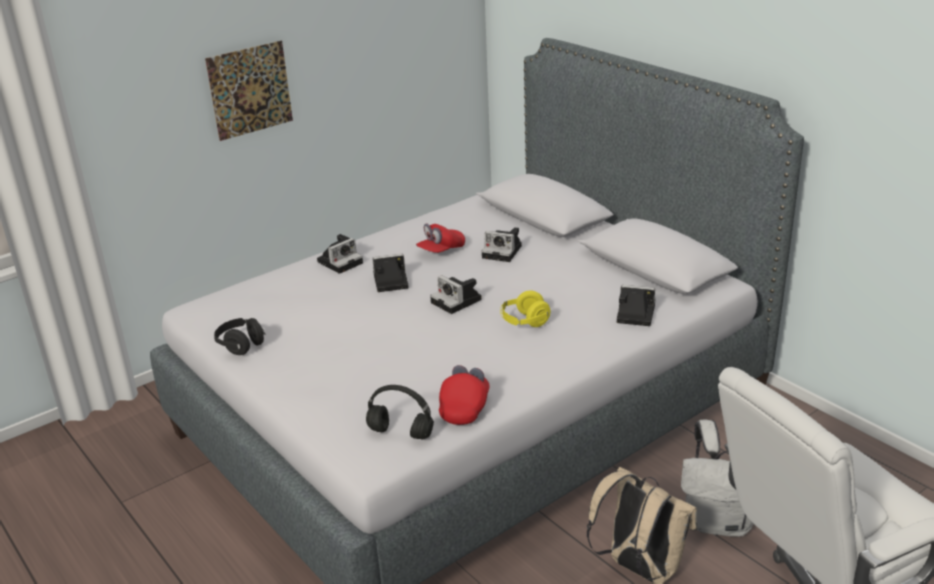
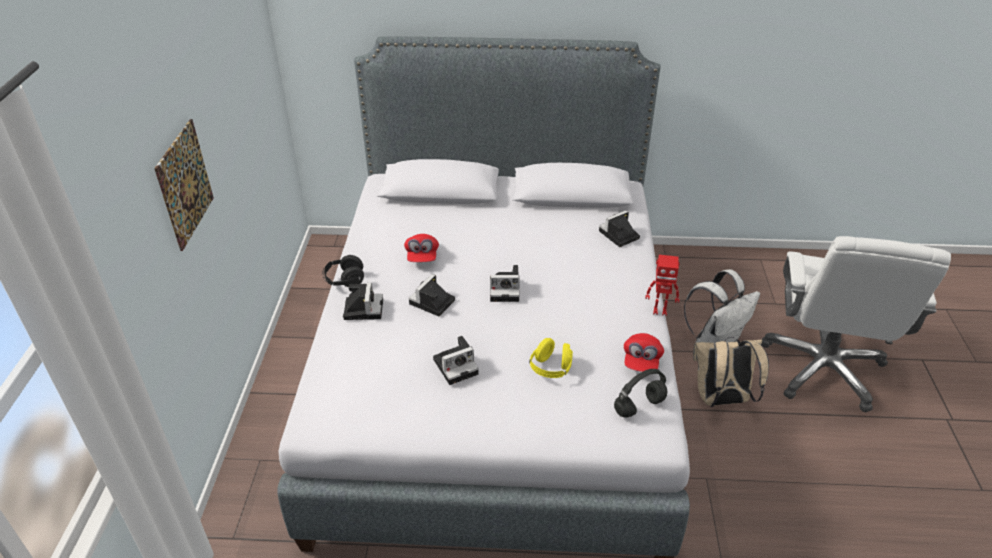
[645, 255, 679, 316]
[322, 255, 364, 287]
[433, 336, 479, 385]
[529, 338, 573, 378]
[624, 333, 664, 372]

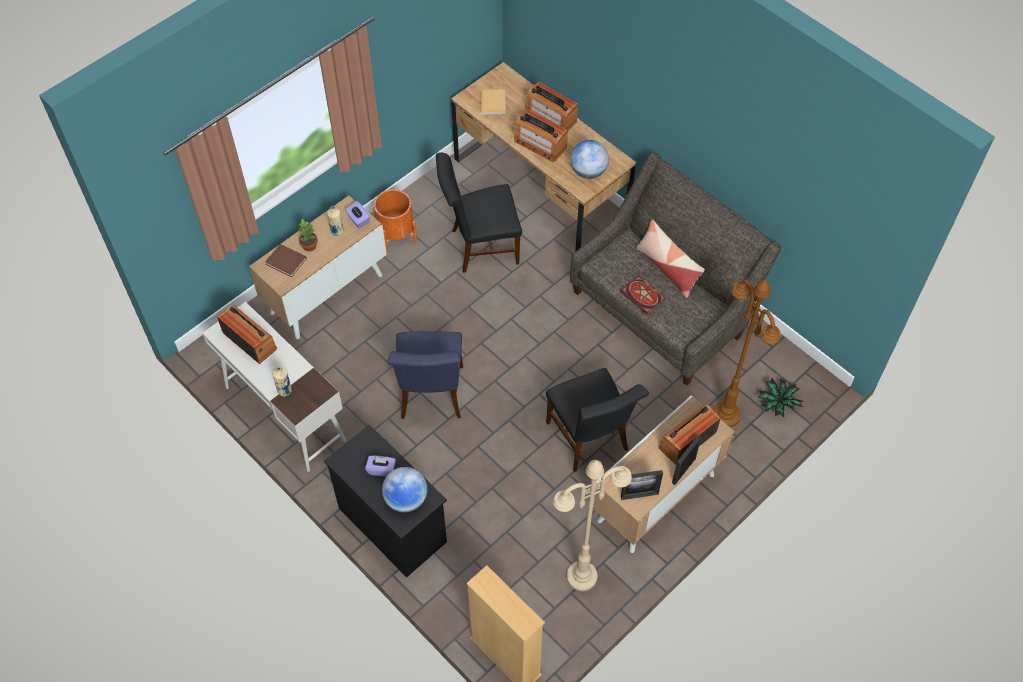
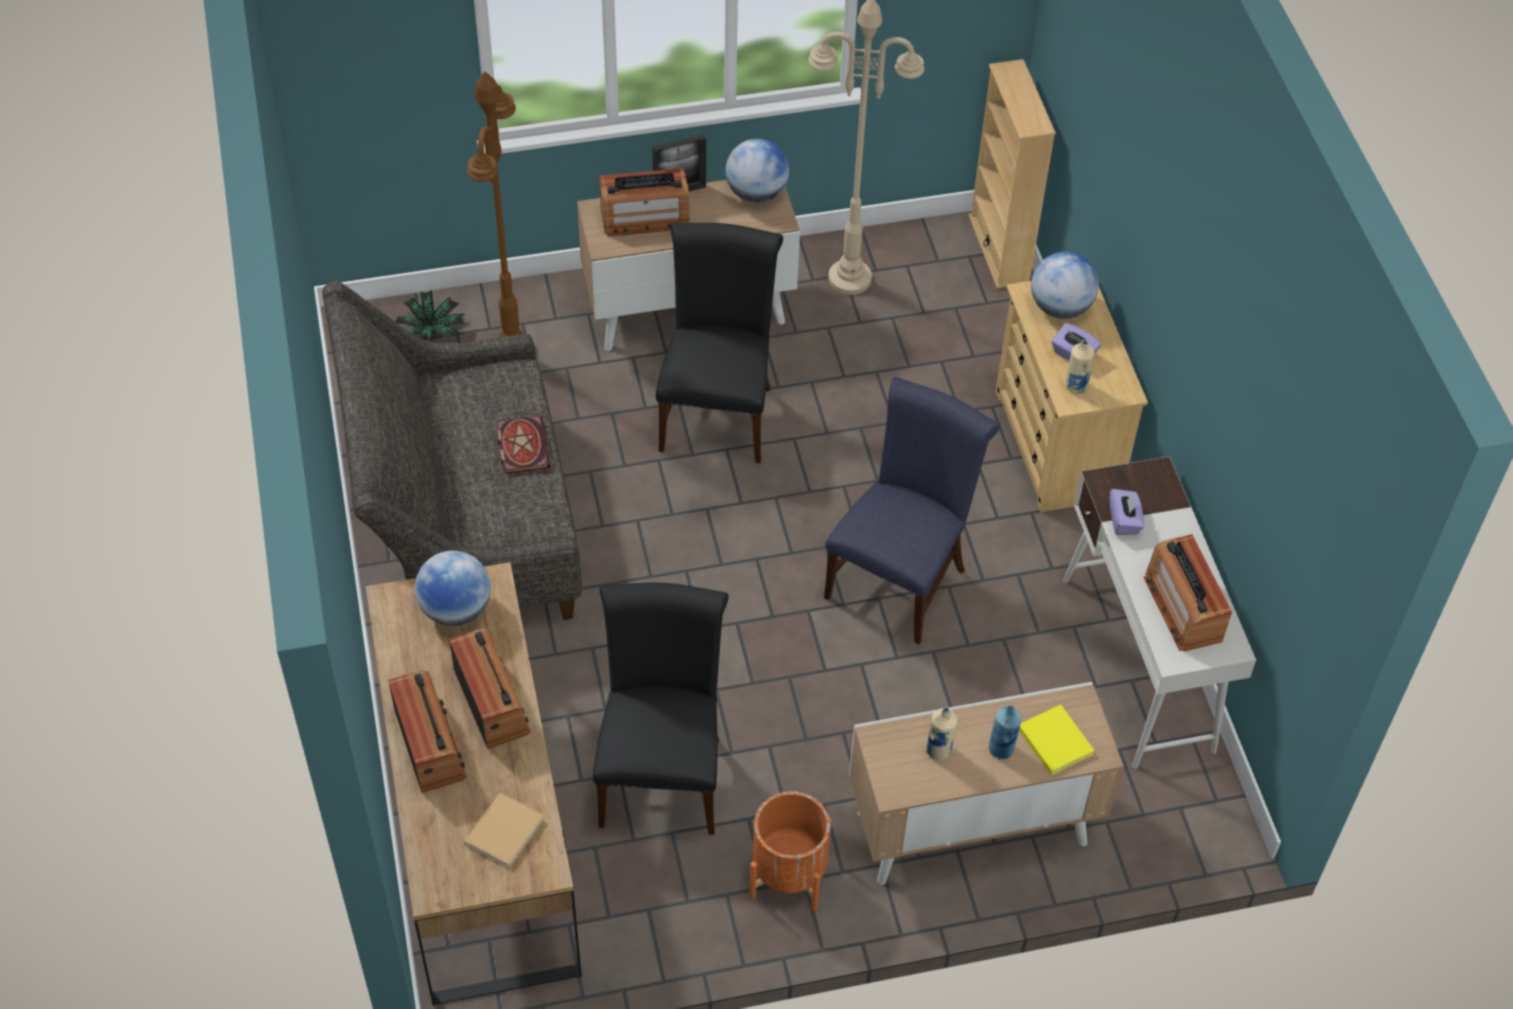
[637, 219, 705, 298] (first image)
[1066, 340, 1095, 394]
[1110, 489, 1144, 535]
[989, 706, 1022, 760]
[725, 138, 789, 203]
[1019, 705, 1095, 775]
[995, 281, 1148, 512]
[593, 582, 728, 835]

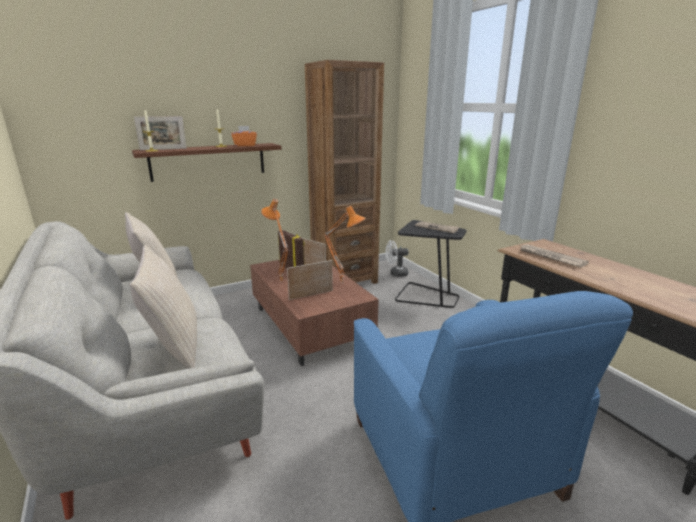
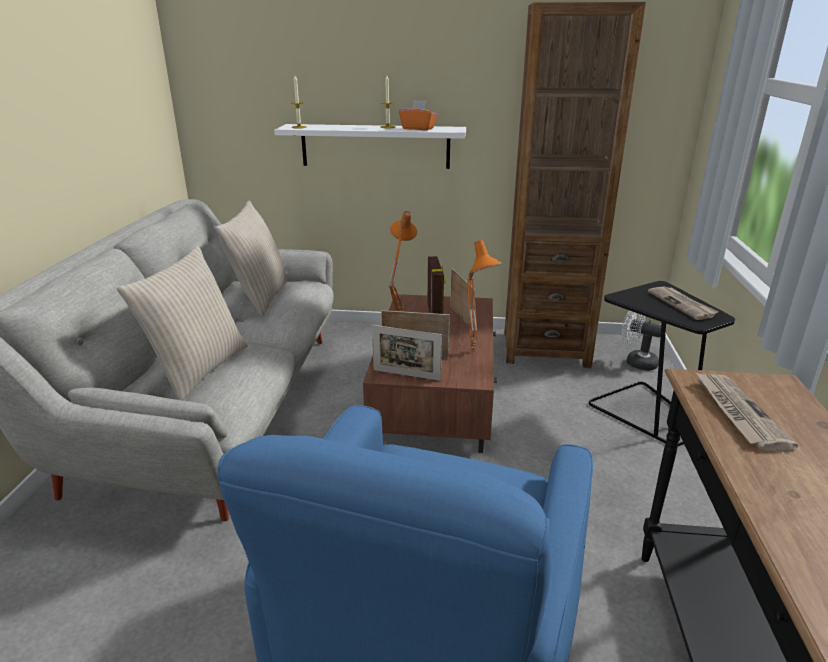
[372, 325, 442, 381]
[274, 124, 466, 169]

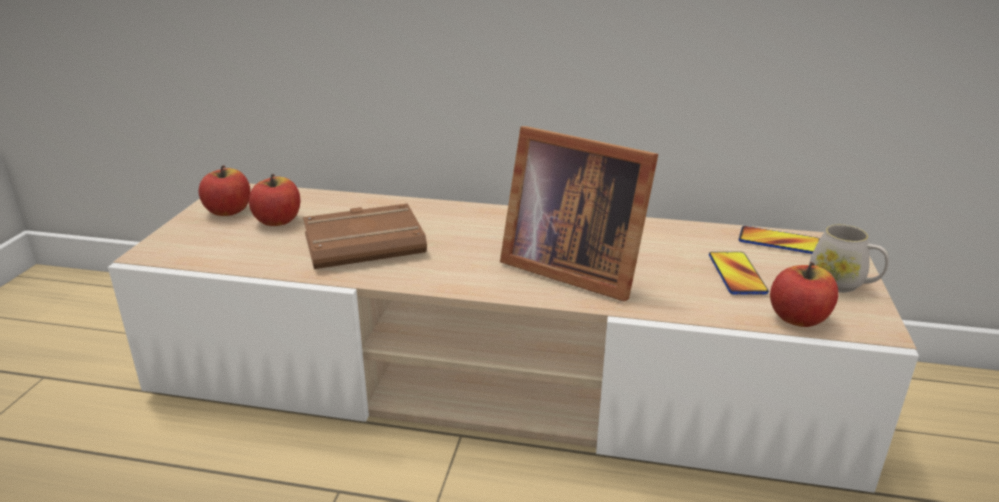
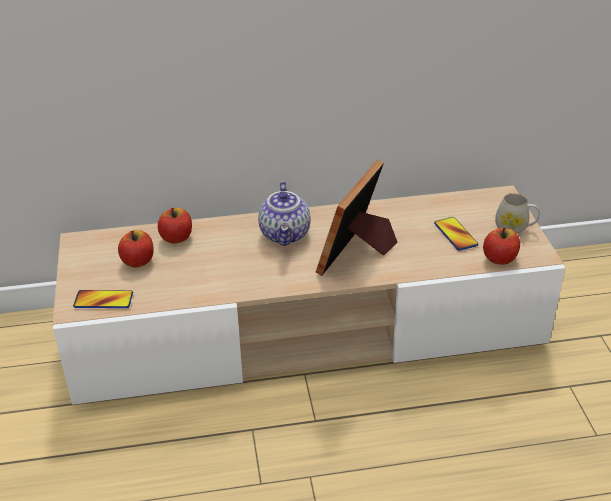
[303, 203, 427, 269] (first image)
[258, 181, 311, 246]
[158, 208, 192, 244]
[73, 290, 133, 308]
[316, 160, 398, 276]

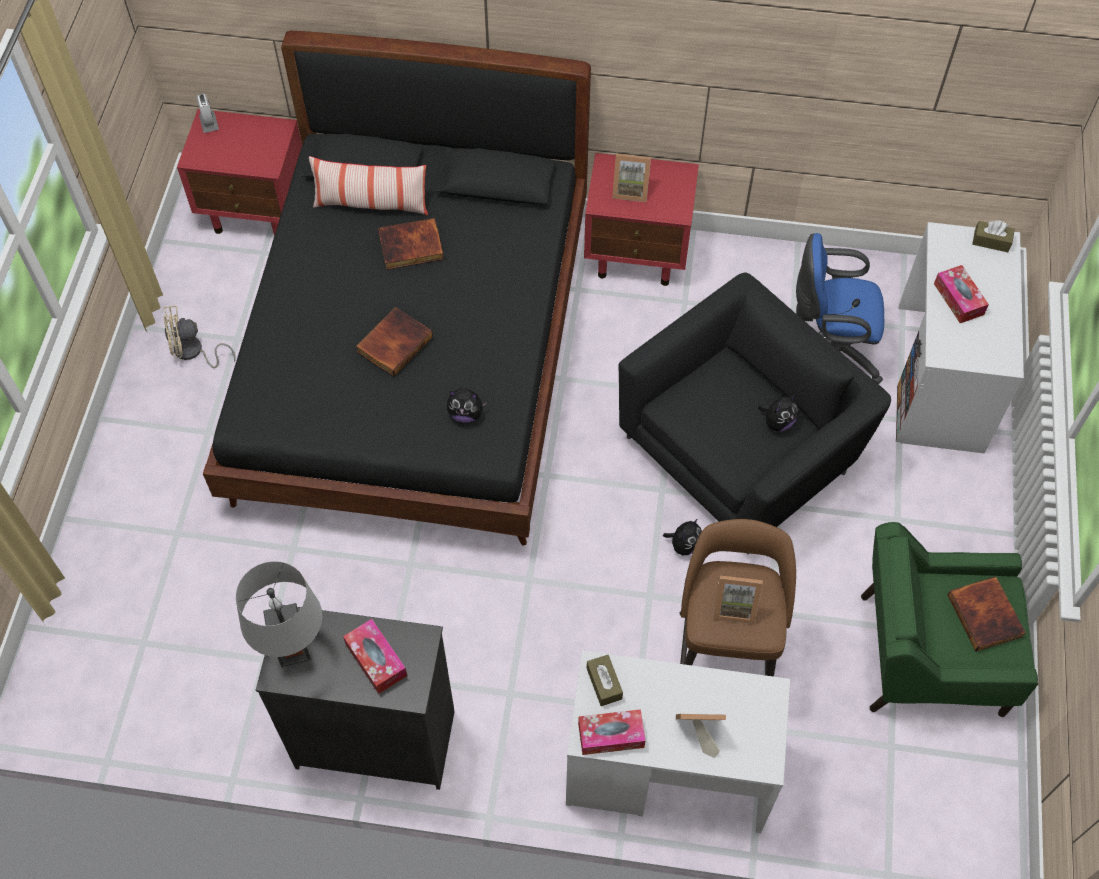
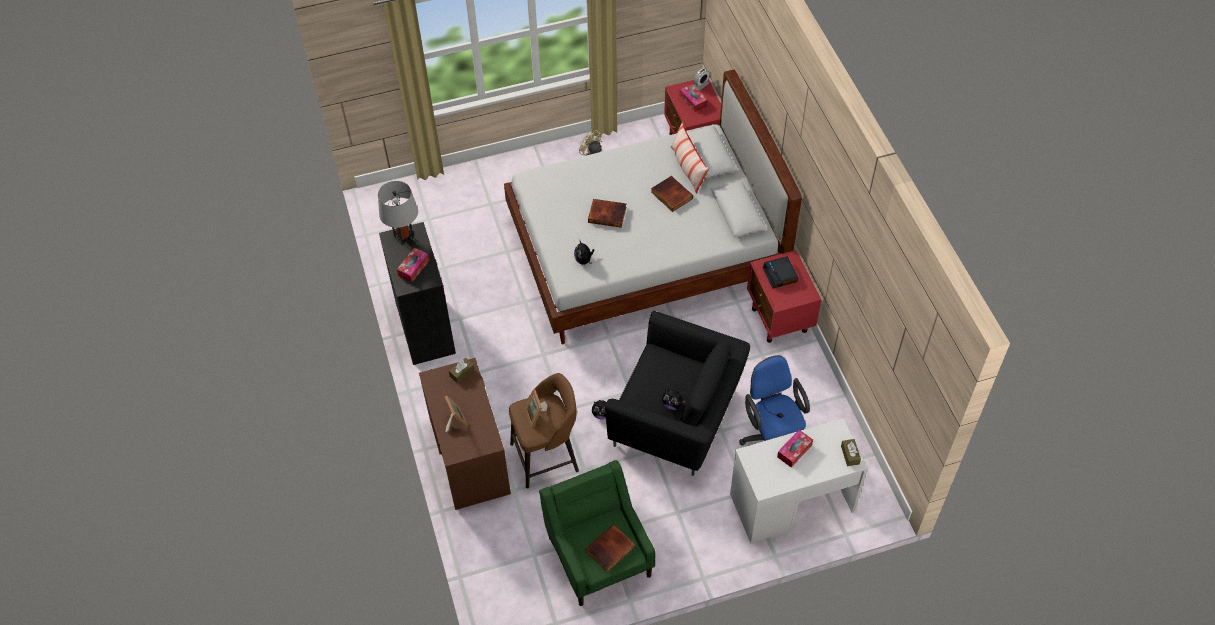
[679, 83, 707, 112]
[762, 256, 798, 289]
[504, 69, 802, 344]
[419, 358, 511, 510]

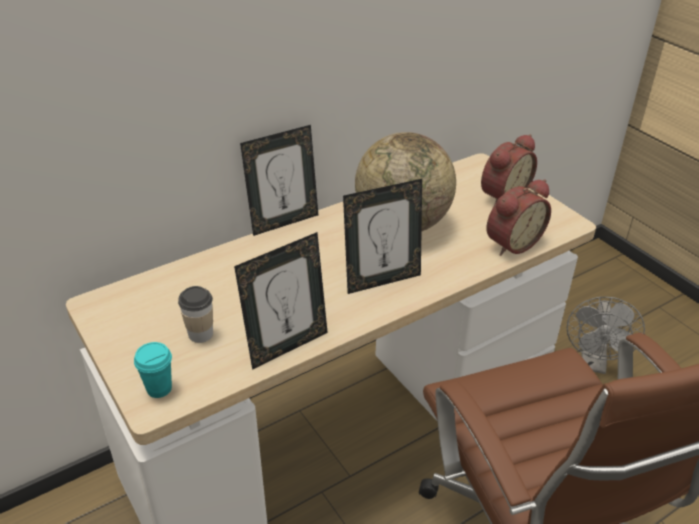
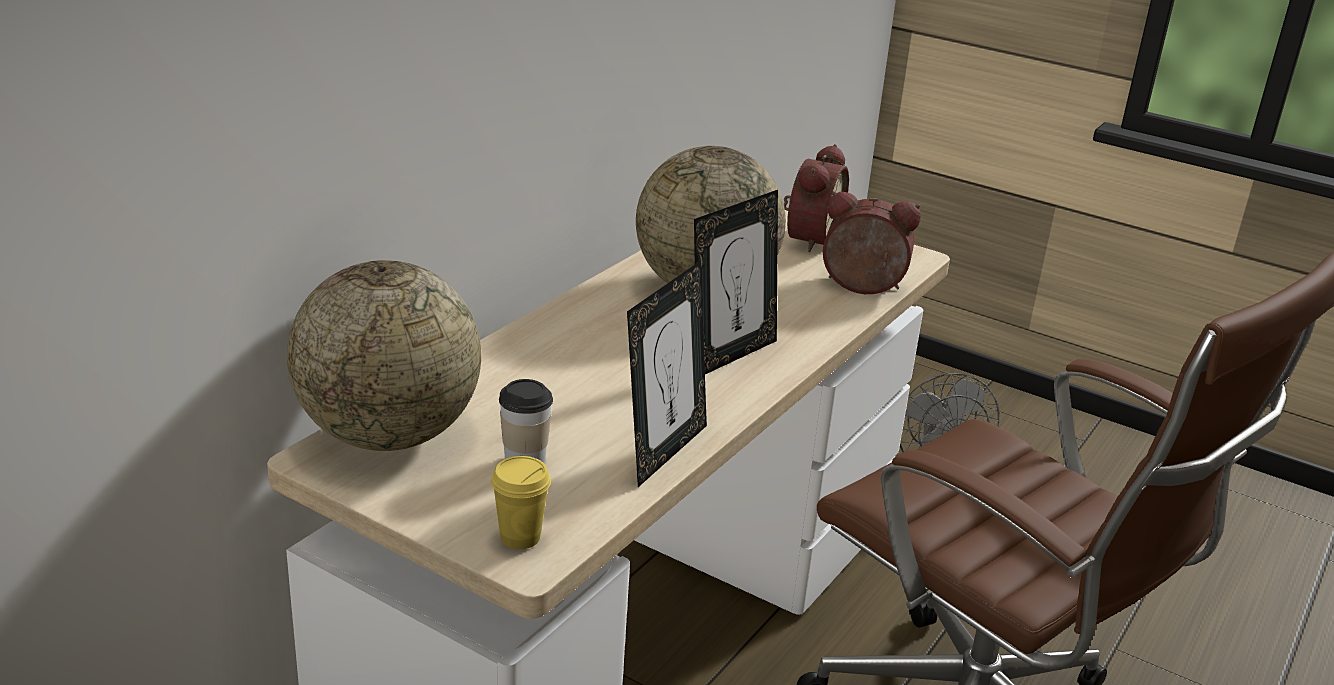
[240, 125, 318, 236] (first image)
[287, 260, 481, 451]
[491, 456, 551, 549]
[823, 191, 921, 294]

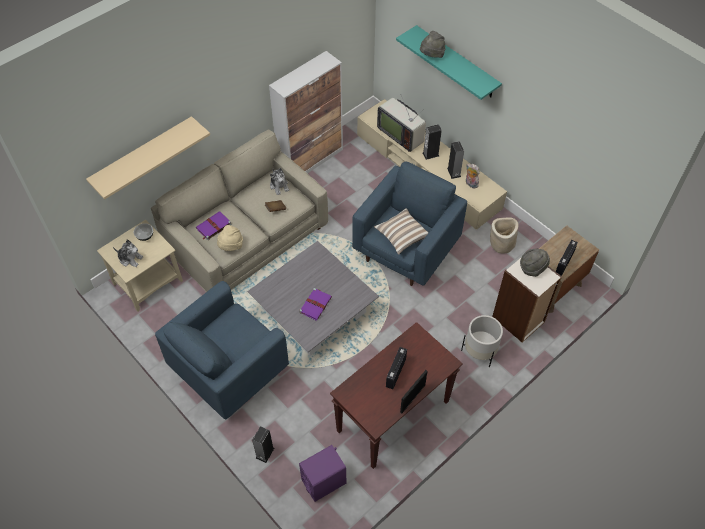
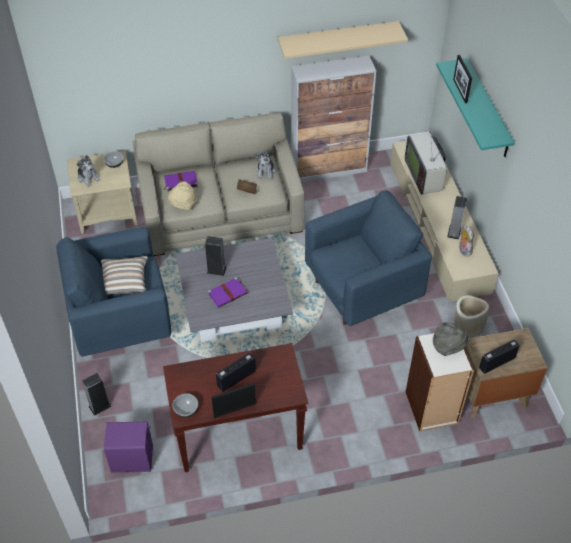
[461, 315, 503, 367] (first image)
[172, 393, 198, 417]
[278, 21, 408, 59]
[101, 256, 148, 295]
[205, 236, 227, 276]
[453, 55, 472, 103]

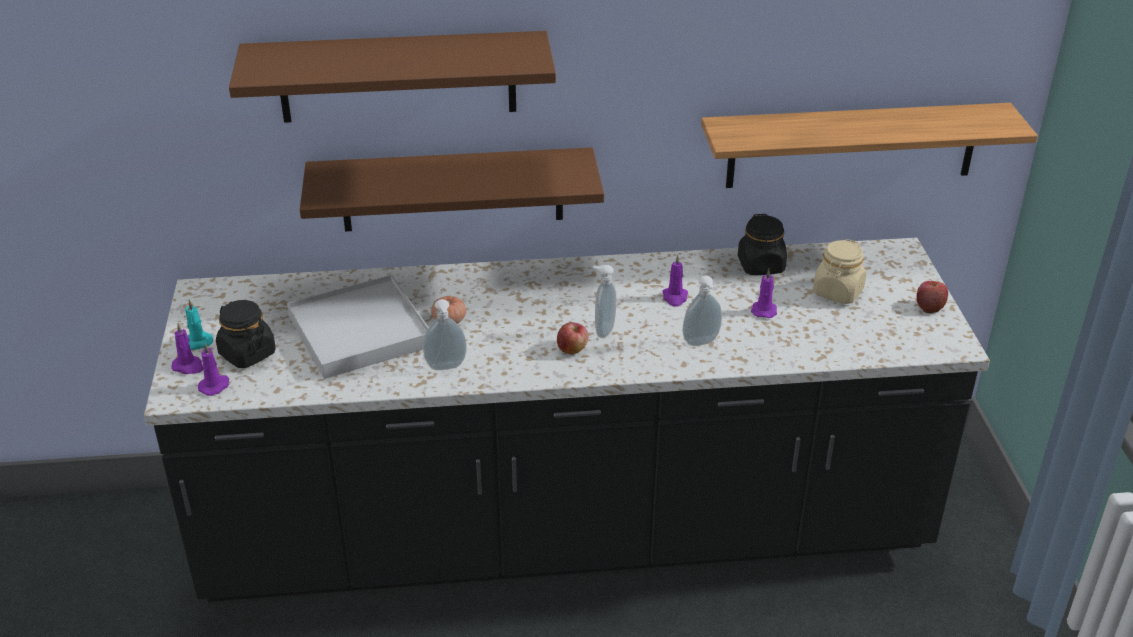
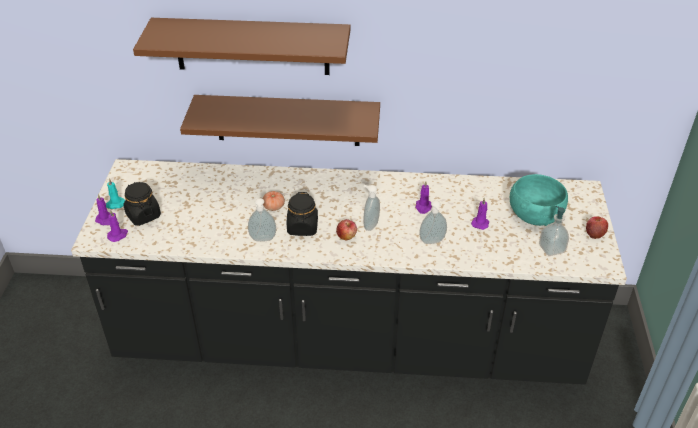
[287, 275, 429, 379] (first image)
[701, 103, 1038, 188] (first image)
[539, 206, 569, 256]
[287, 192, 318, 236]
[510, 174, 568, 226]

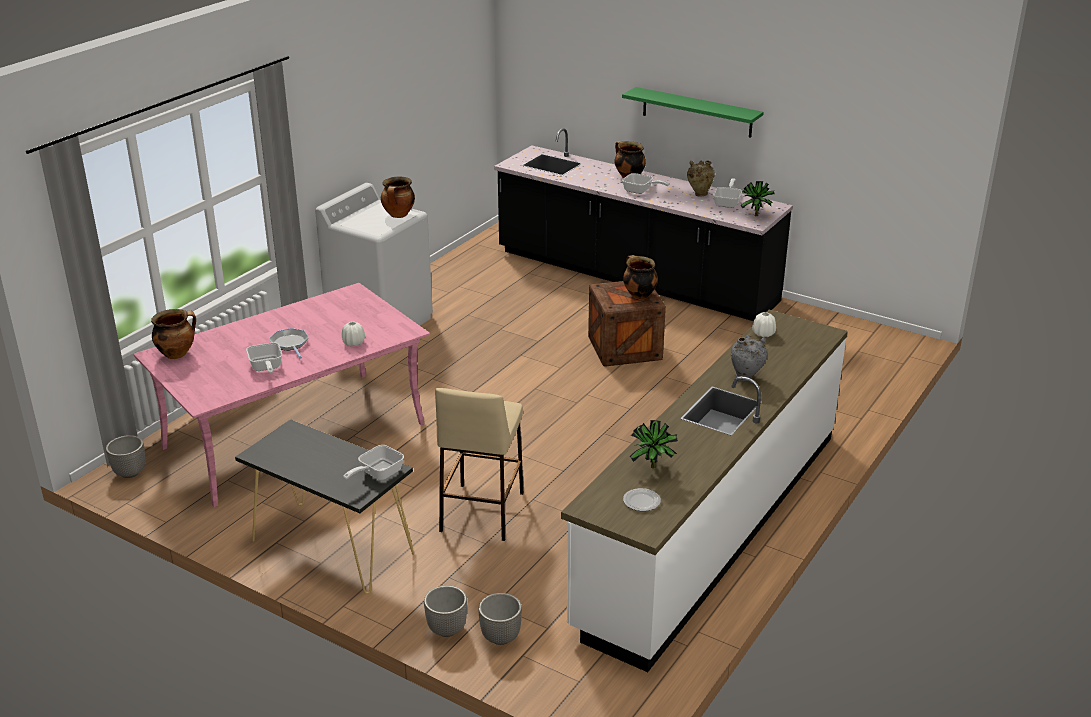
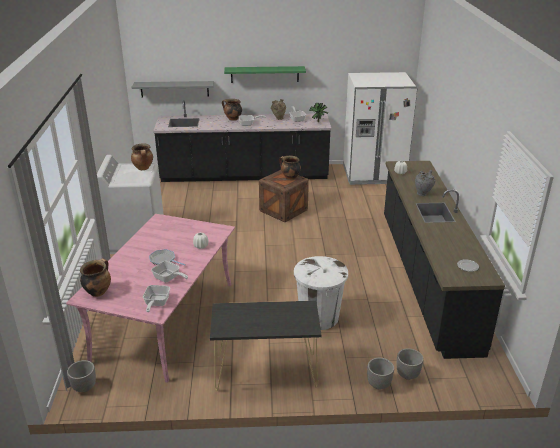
[630, 420, 678, 469] (first image)
[132, 81, 214, 98]
[343, 72, 417, 185]
[143, 285, 170, 312]
[294, 256, 348, 330]
[384, 161, 505, 359]

